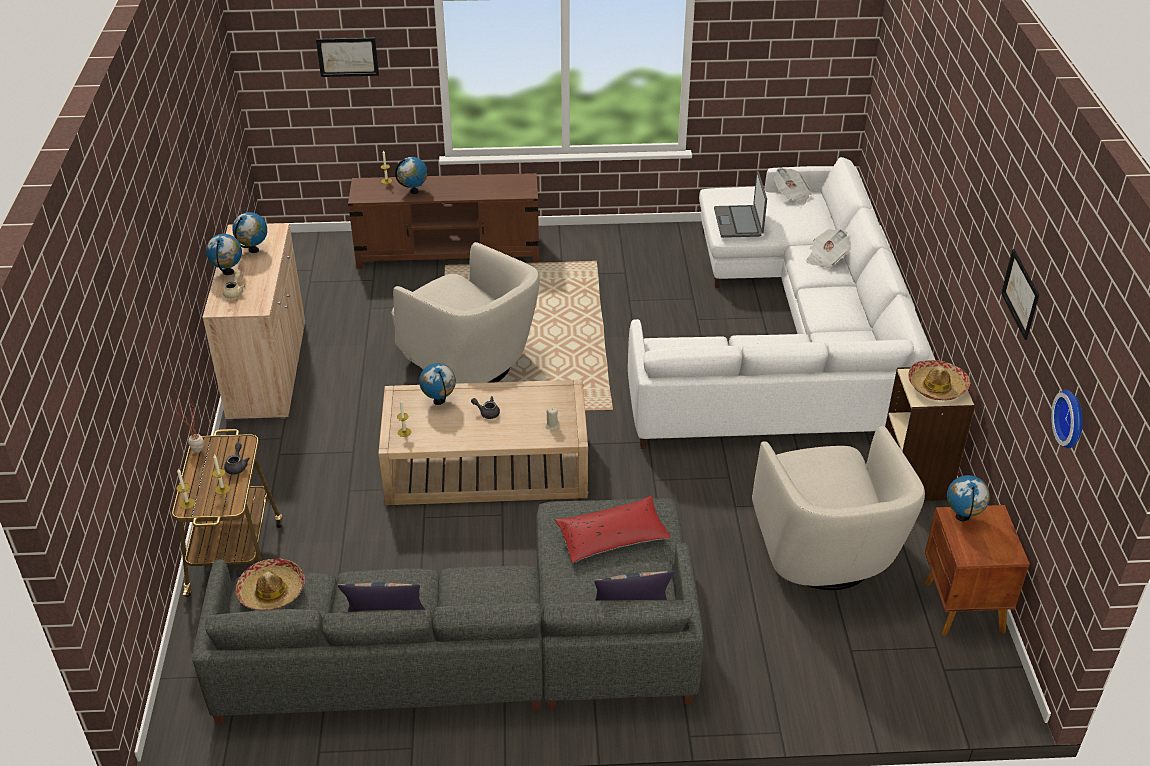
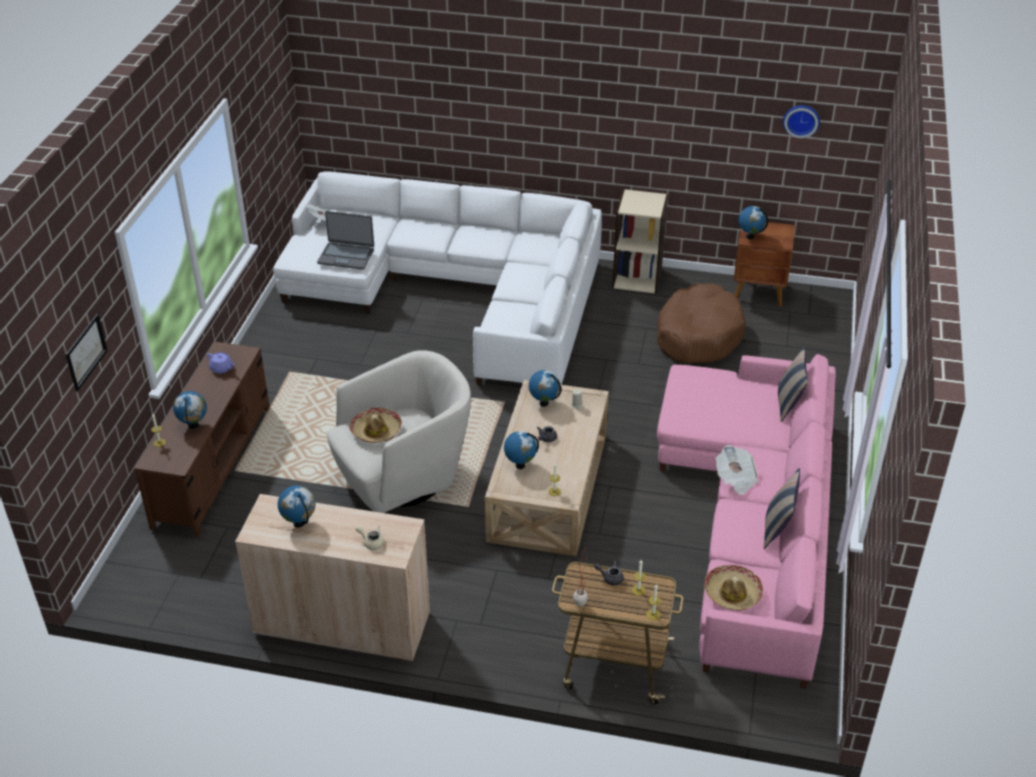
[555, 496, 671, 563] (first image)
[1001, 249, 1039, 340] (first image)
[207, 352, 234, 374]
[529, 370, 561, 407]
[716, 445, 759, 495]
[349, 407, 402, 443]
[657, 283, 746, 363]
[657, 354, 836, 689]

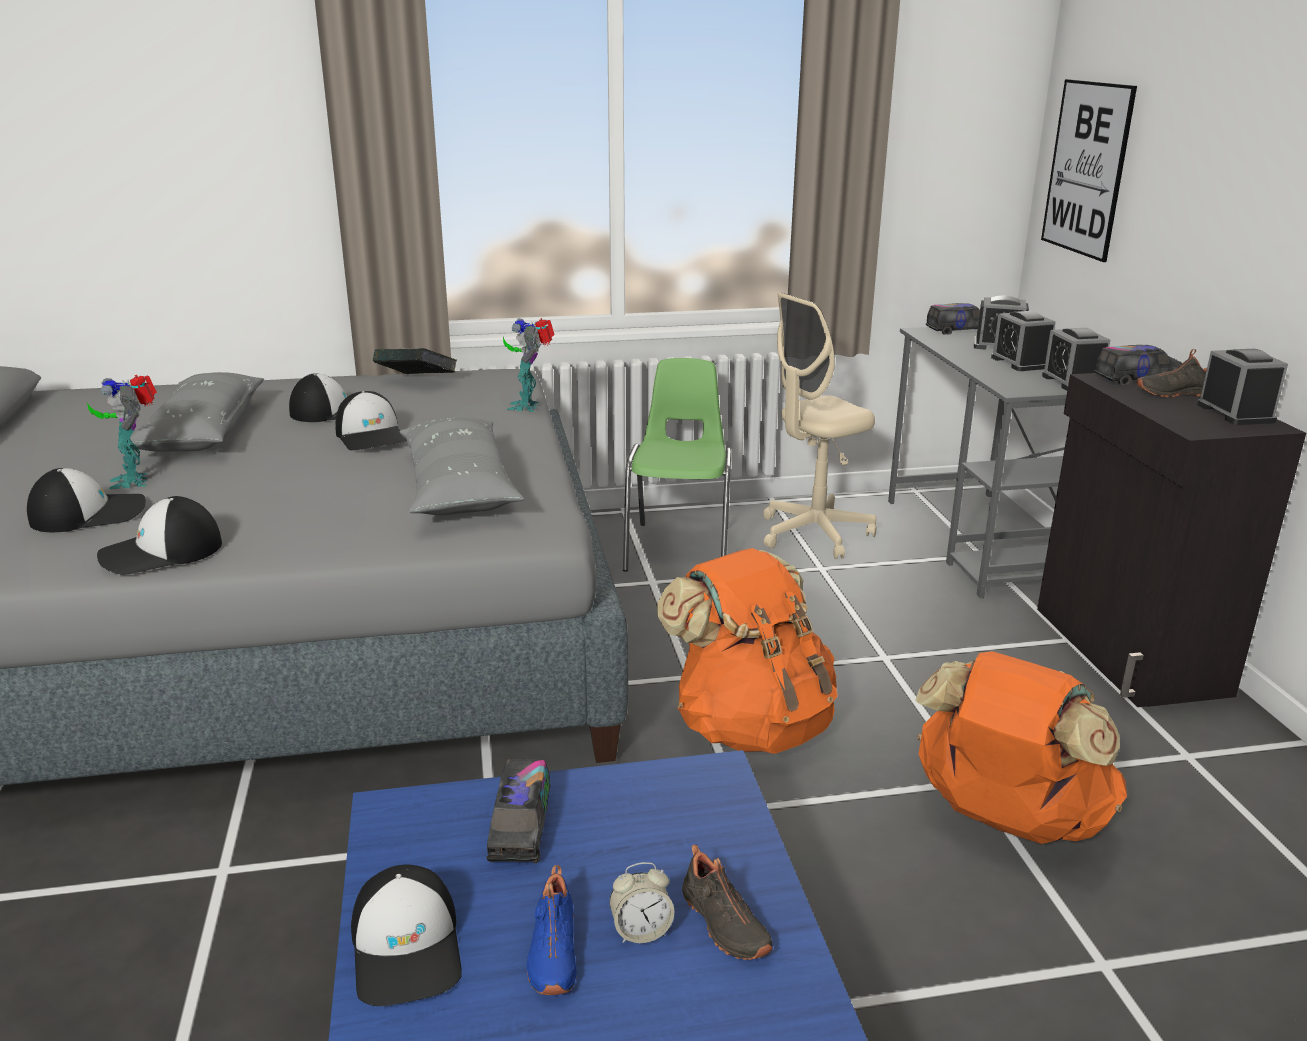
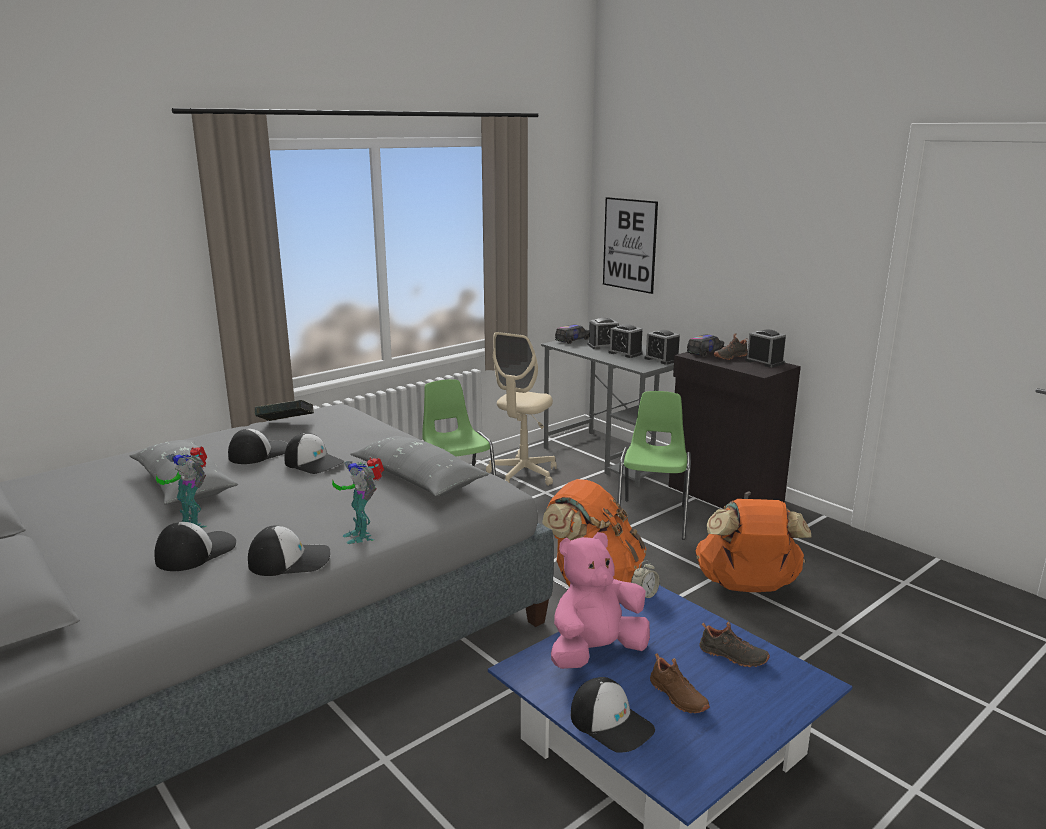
[617, 391, 691, 540]
[332, 458, 384, 544]
[631, 560, 659, 598]
[551, 532, 650, 669]
[650, 653, 710, 713]
[248, 526, 330, 576]

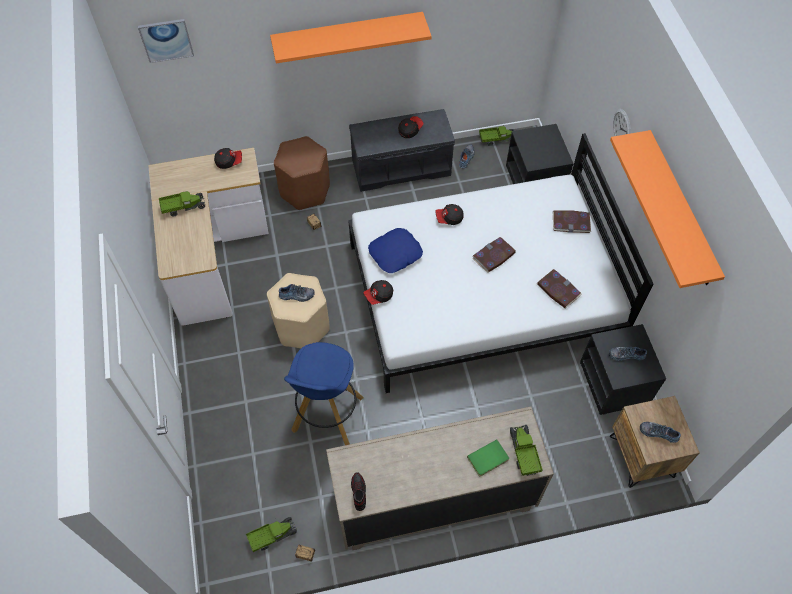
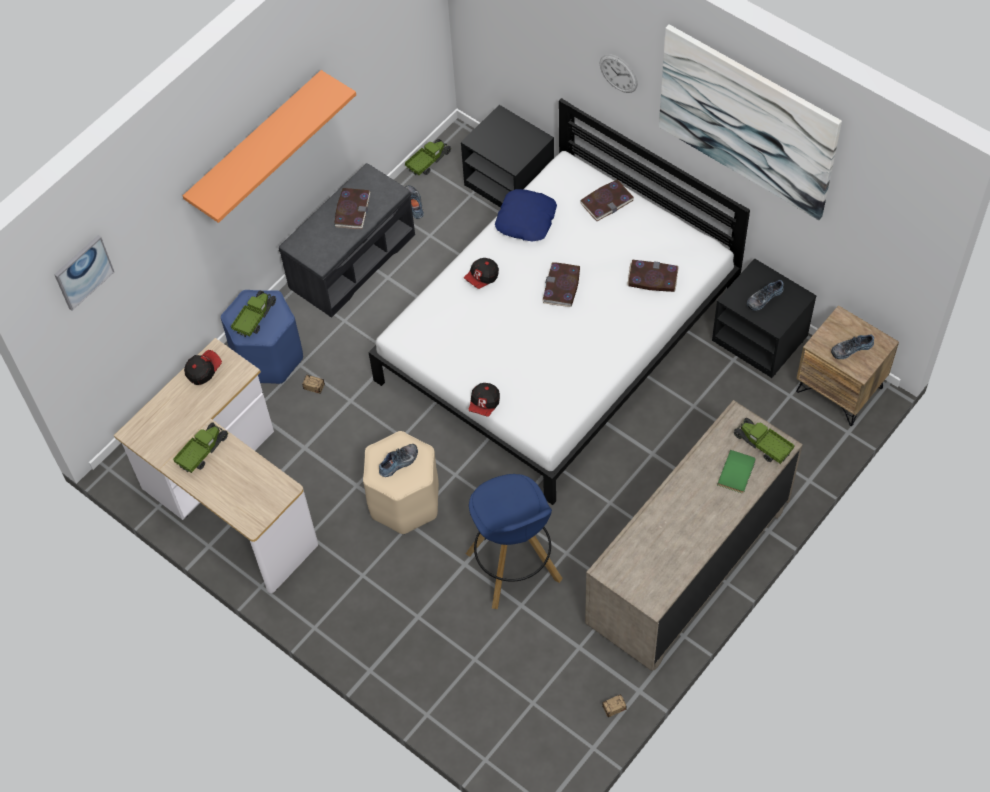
[351, 472, 366, 511] (first image)
[231, 291, 276, 337]
[495, 189, 557, 241]
[334, 188, 370, 229]
[659, 24, 842, 221]
[221, 290, 303, 384]

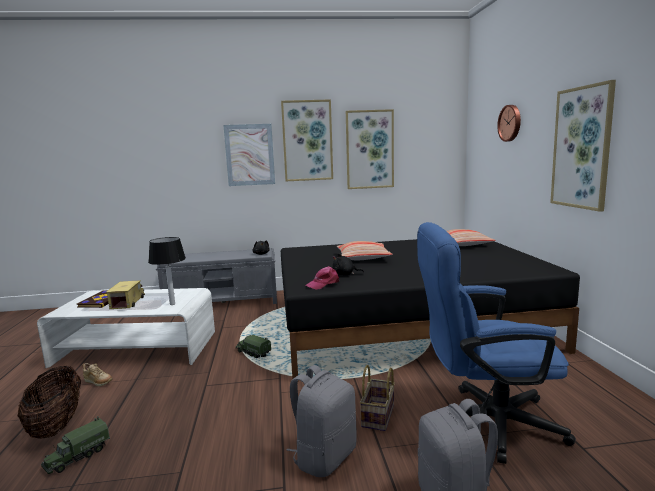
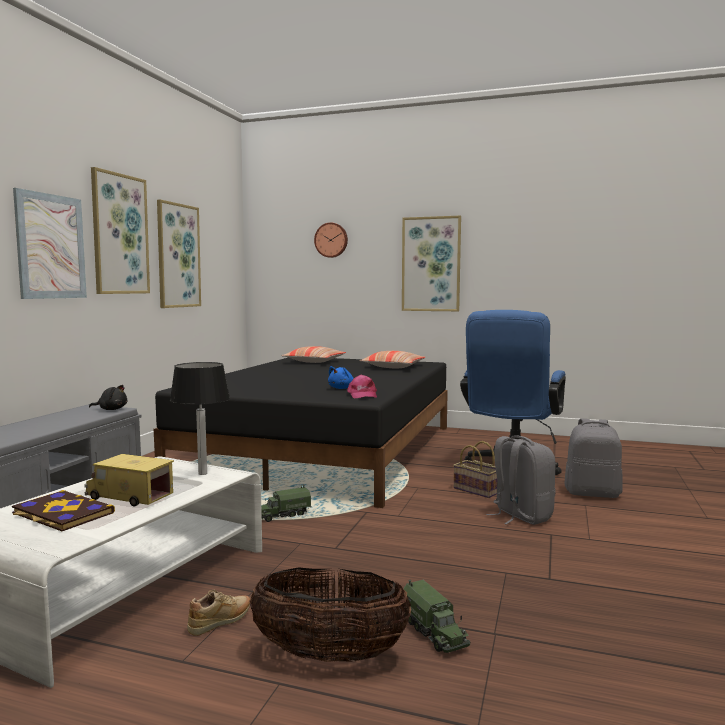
[360, 351, 425, 368]
[328, 366, 354, 389]

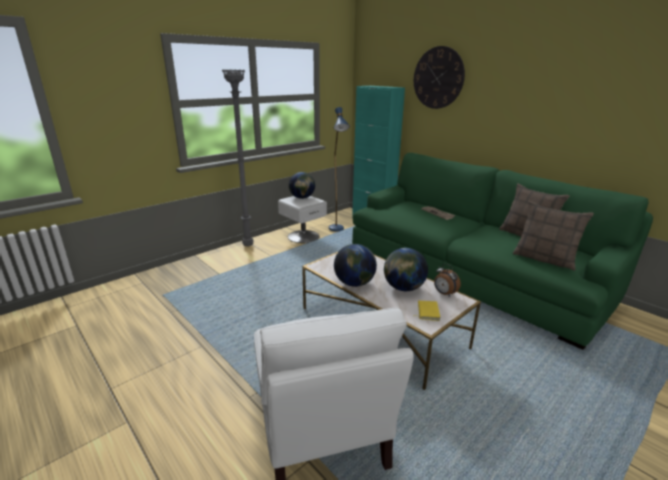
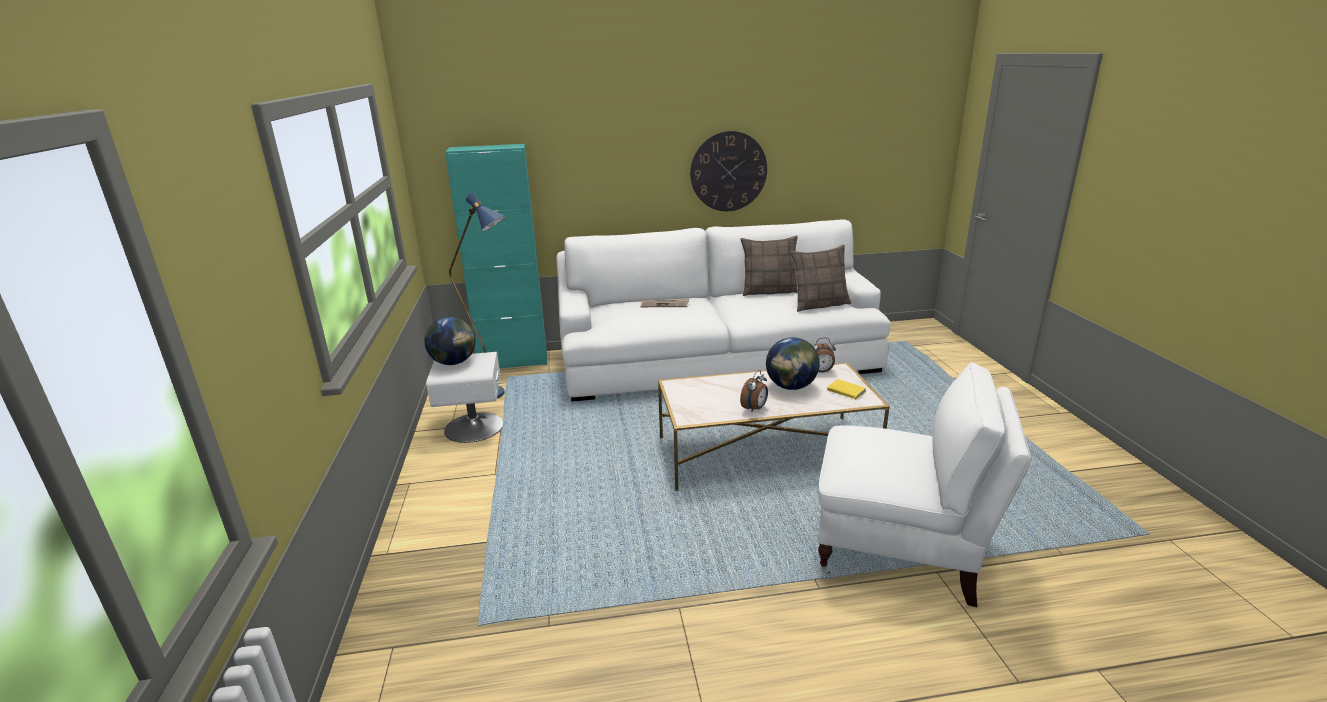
[222, 69, 254, 247] (first image)
[690, 131, 767, 211]
[740, 370, 768, 413]
[556, 219, 891, 402]

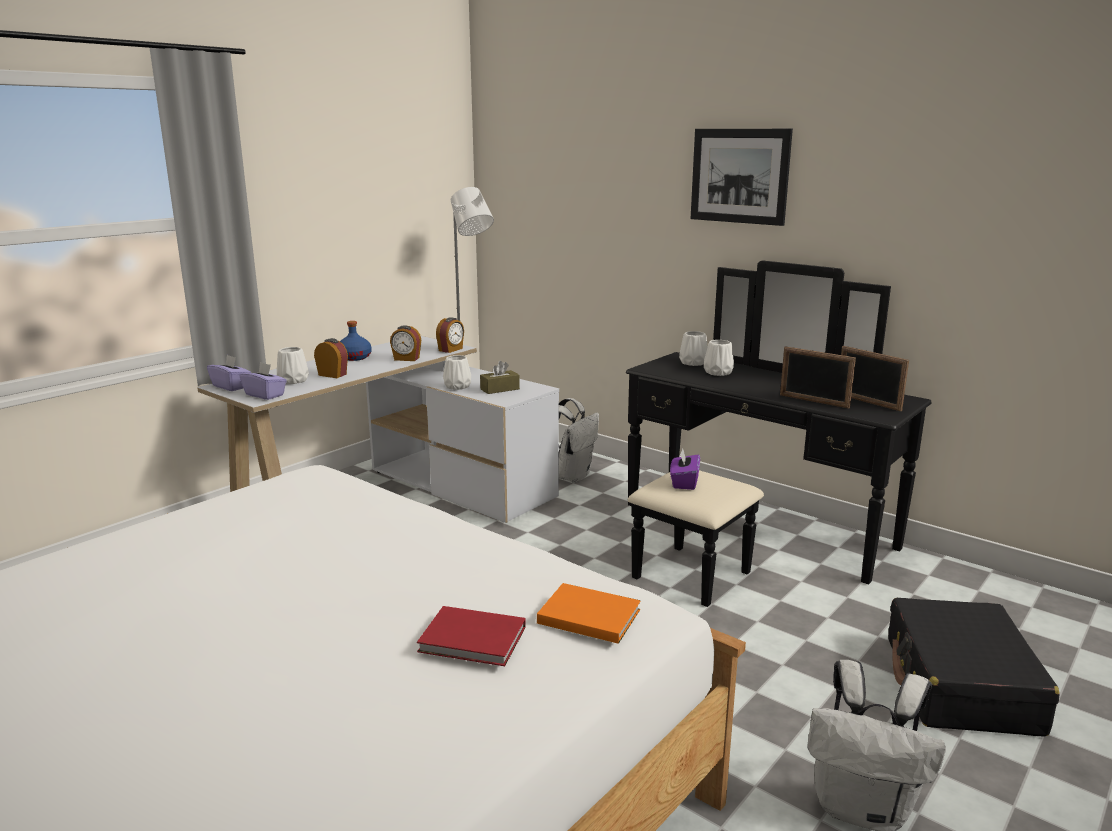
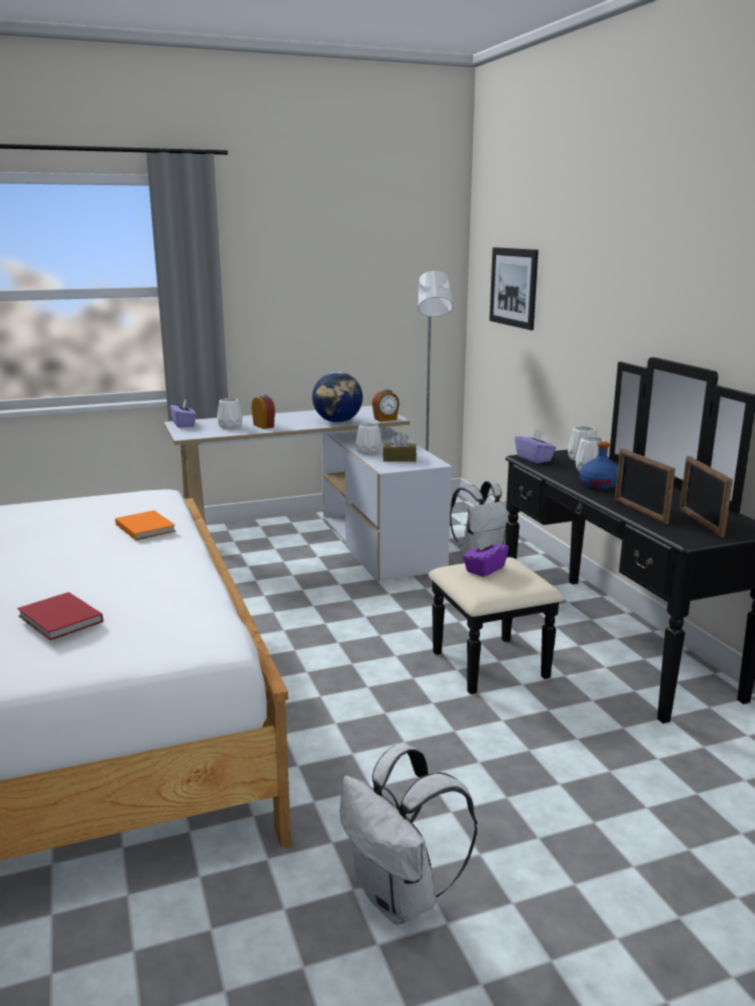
[888, 598, 1060, 737] (first image)
[515, 428, 556, 463]
[580, 441, 618, 489]
[115, 510, 176, 540]
[489, 247, 538, 330]
[312, 372, 363, 423]

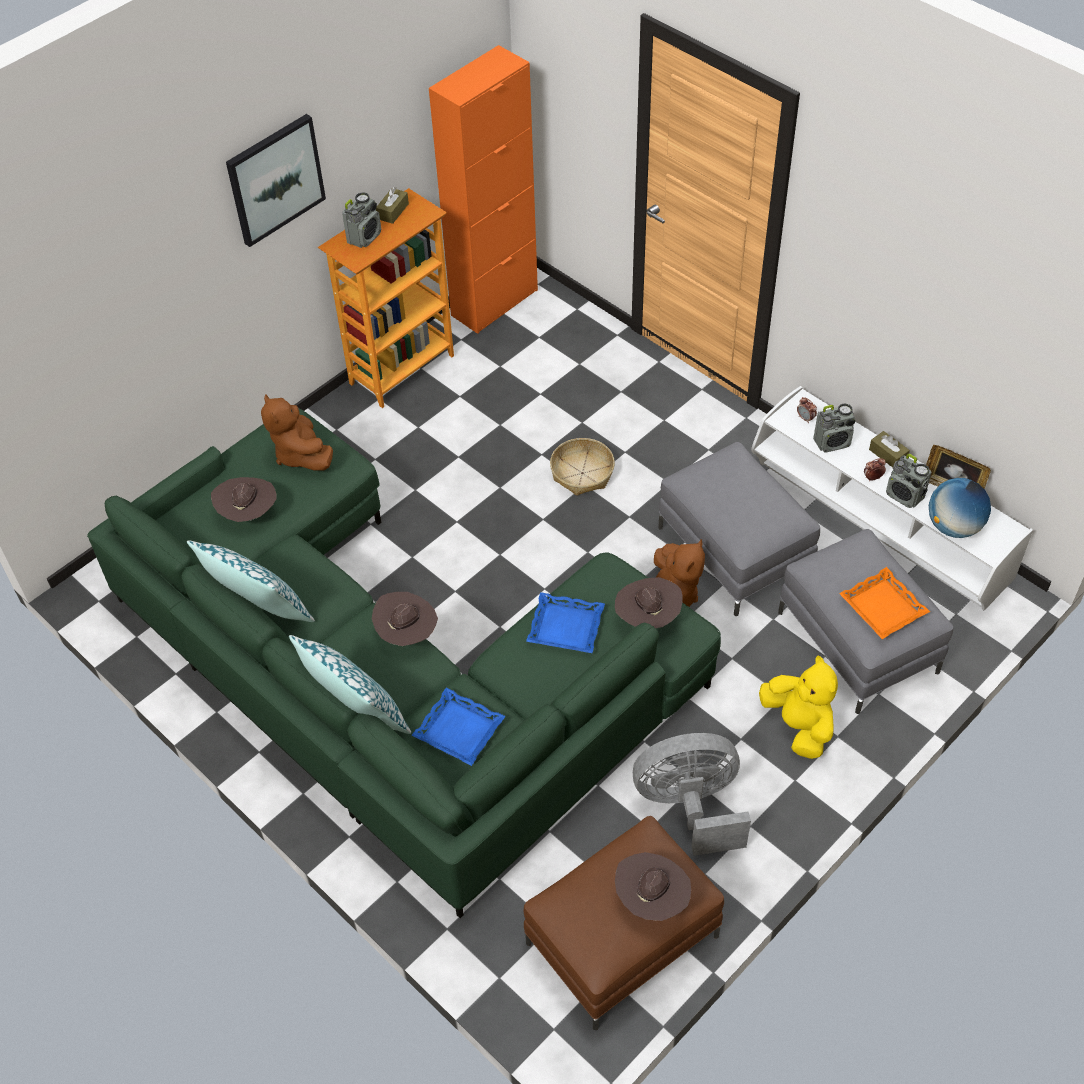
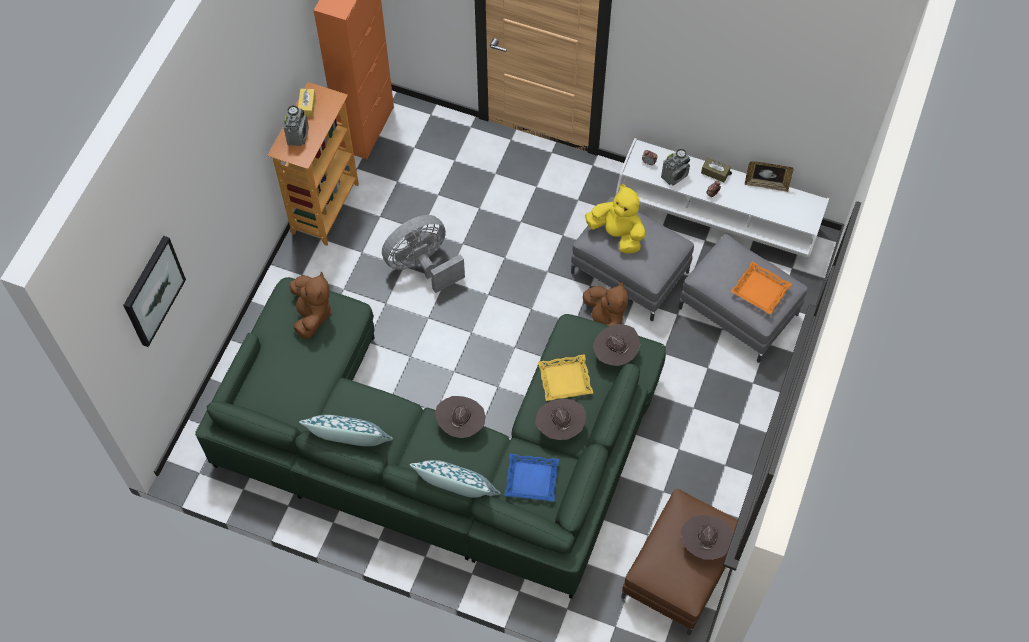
[550, 438, 615, 496] (first image)
[886, 454, 932, 508] (first image)
[929, 478, 991, 538] (first image)
[536, 399, 586, 440]
[123, 236, 186, 347]
[382, 215, 465, 293]
[585, 184, 645, 253]
[298, 89, 316, 117]
[538, 354, 593, 401]
[290, 271, 332, 339]

